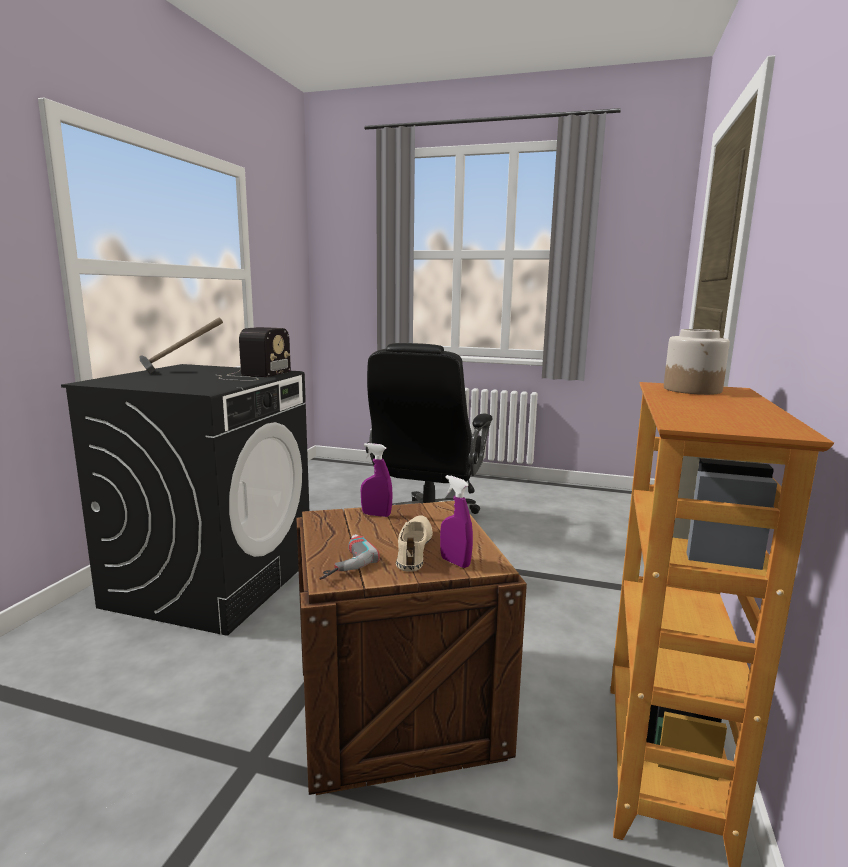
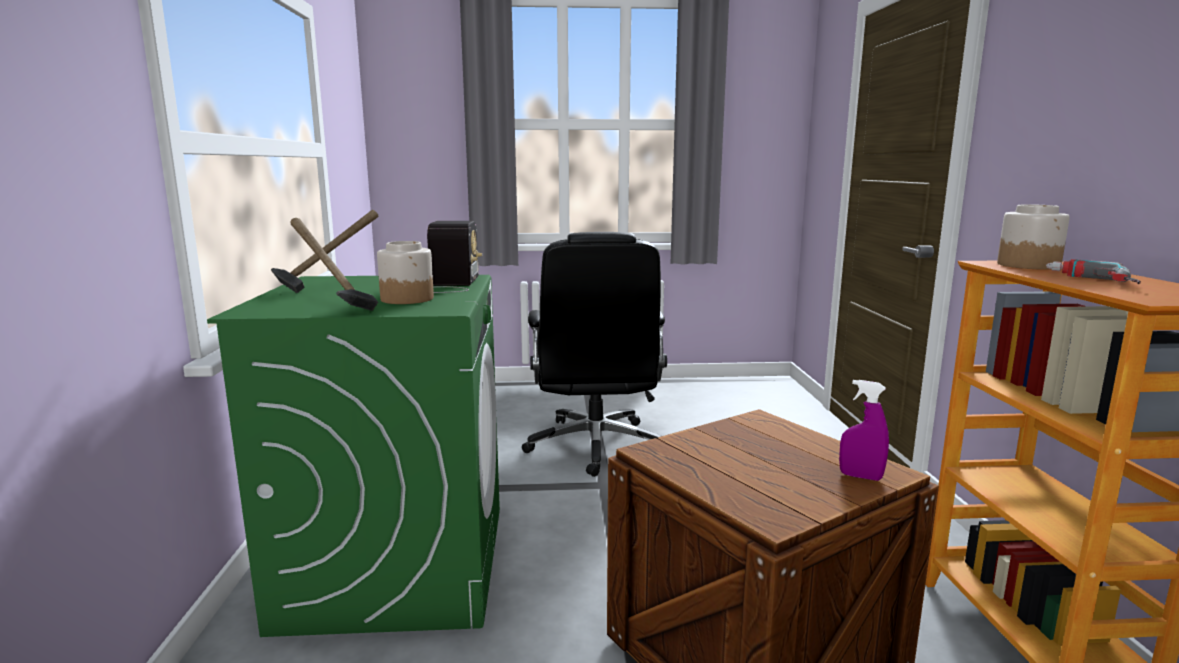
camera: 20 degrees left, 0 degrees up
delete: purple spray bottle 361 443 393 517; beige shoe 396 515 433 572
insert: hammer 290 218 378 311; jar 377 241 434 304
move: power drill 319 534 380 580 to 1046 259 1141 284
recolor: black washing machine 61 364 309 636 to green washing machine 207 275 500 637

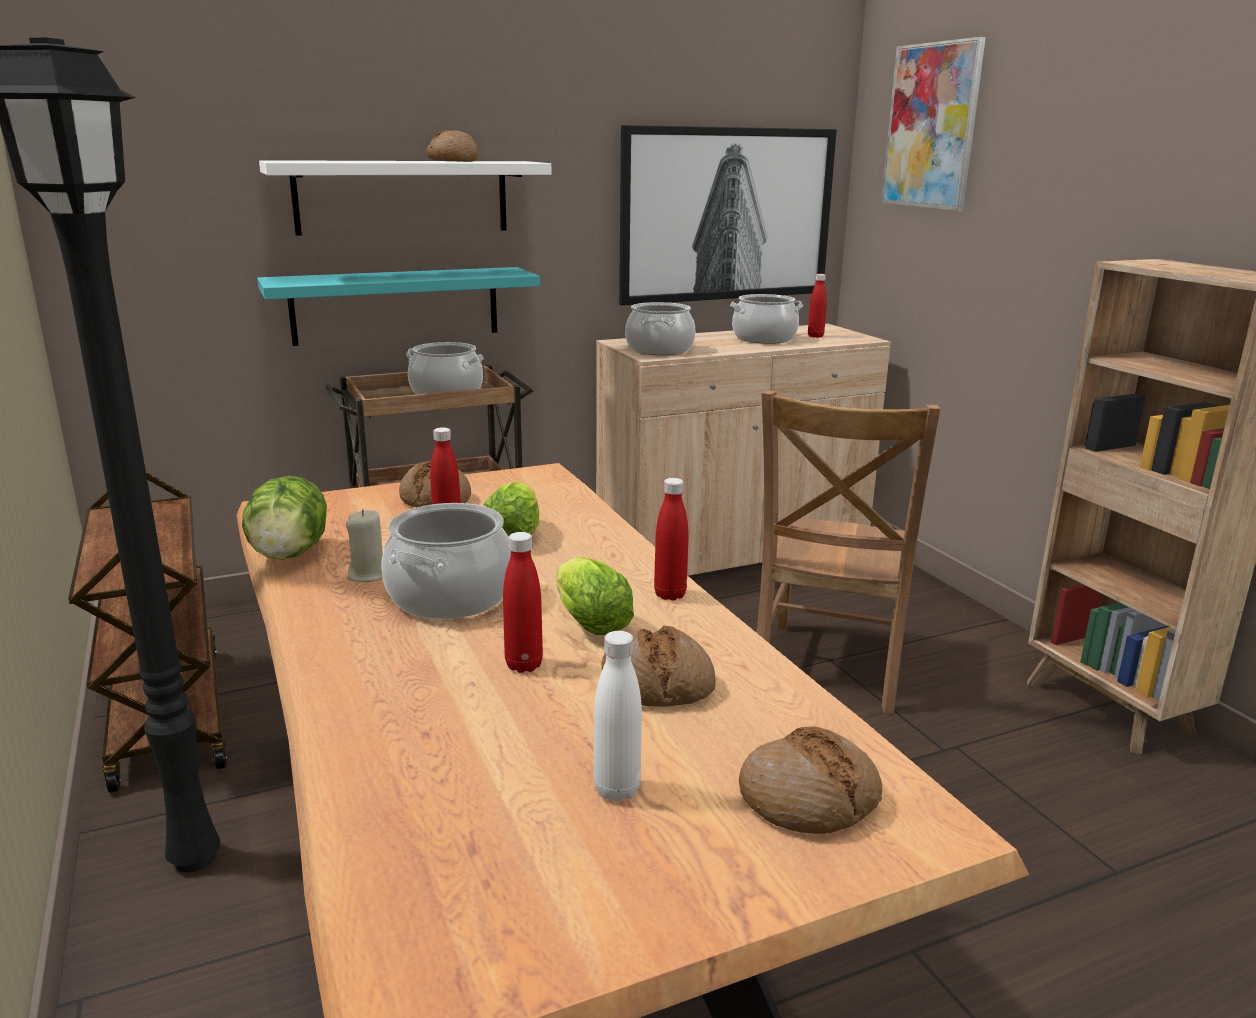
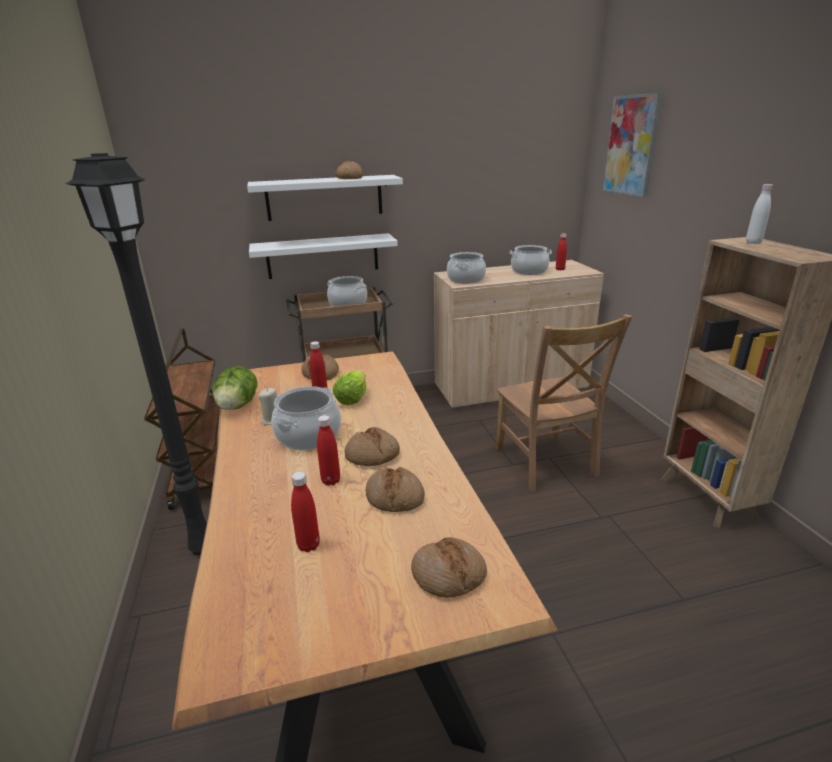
camera: 10 degrees right, 5 degrees up
delete: picture 619 125 837 305
move: white bottle 594 631 642 802 to 746 184 773 244; red bottle 654 478 688 601 to 291 471 320 552
replace: lettuce 556 557 634 635 to bread 344 427 400 466
recolor: turquoise shelf 257 267 540 346 to white shelf 249 233 398 279
rotate: brown chair 757 390 940 714 = 496 314 633 492 45 degrees counterclockwise

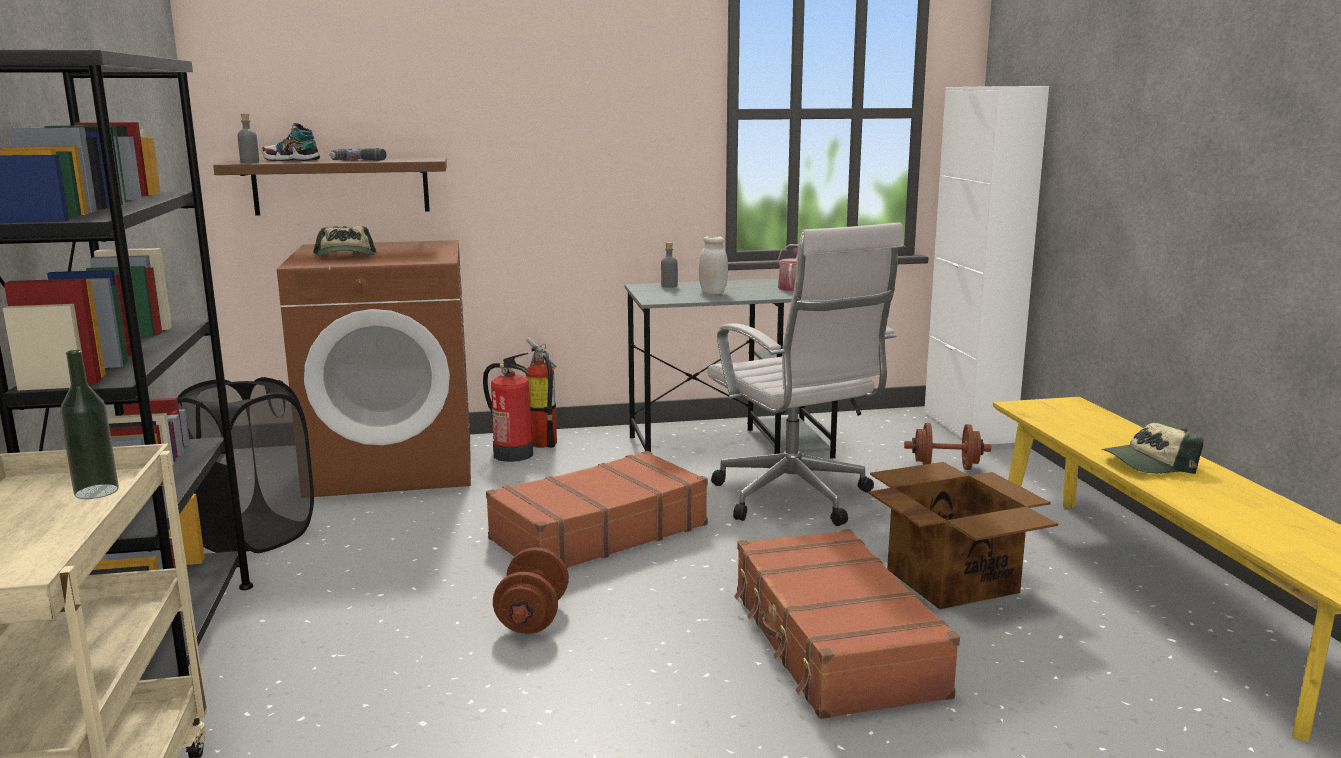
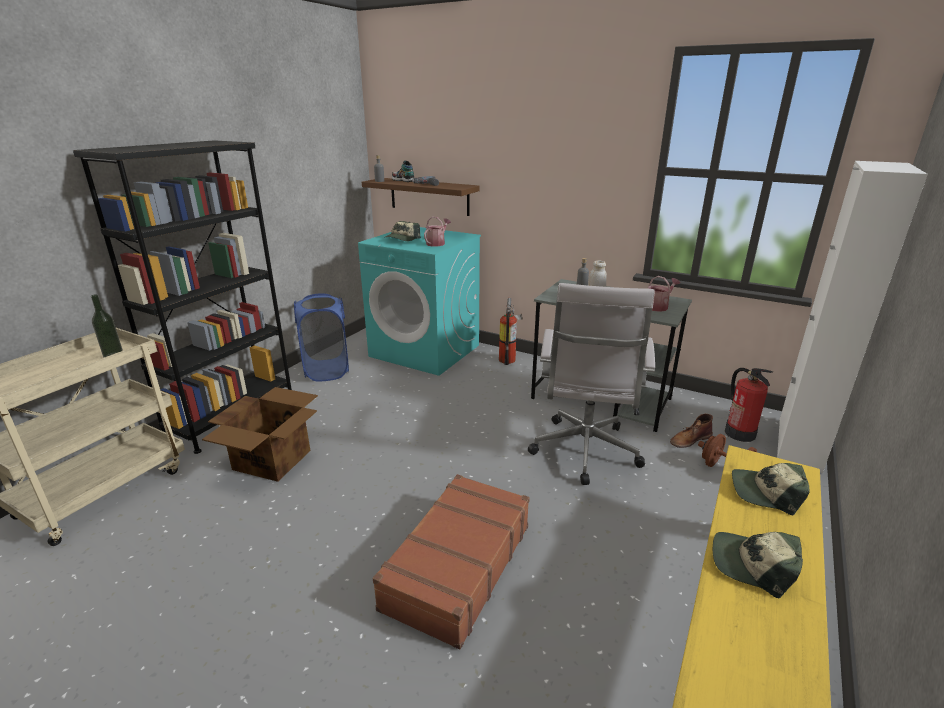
camera: 40 degrees right, 10 degrees up
delete: brown suitcase 486 451 708 568; brown dumbbell 493 547 569 634
insert: watering can 424 216 451 247; brown boot 670 414 713 448; cap 732 463 810 515
move: fire extinguisher 483 353 533 462 to 724 368 773 442; cardboard box 868 462 1058 609 to 202 387 318 482
recolor: black laundry basket 177 377 314 553 to blue laundry basket 294 293 349 381; brown washing machine 277 240 471 497 to turquoise washing machine 358 227 481 376

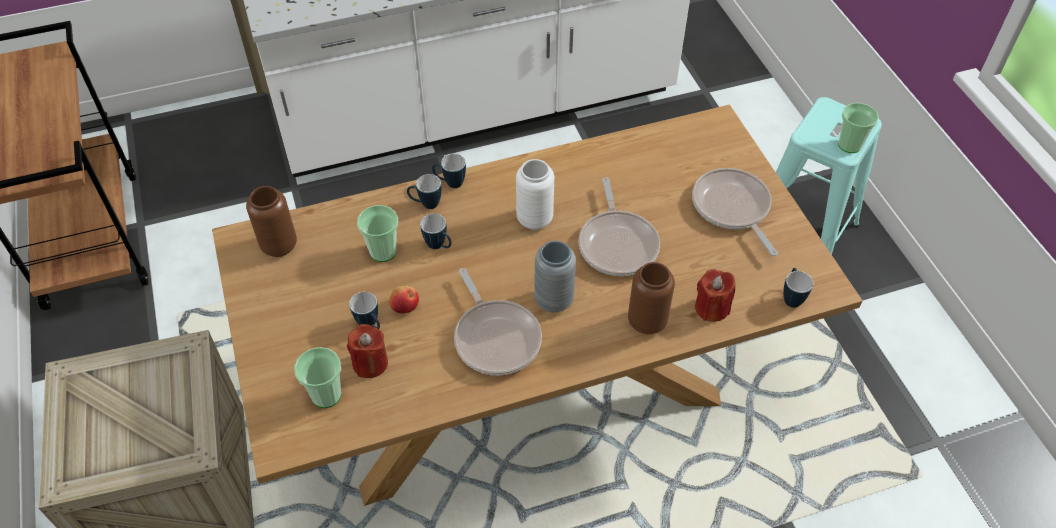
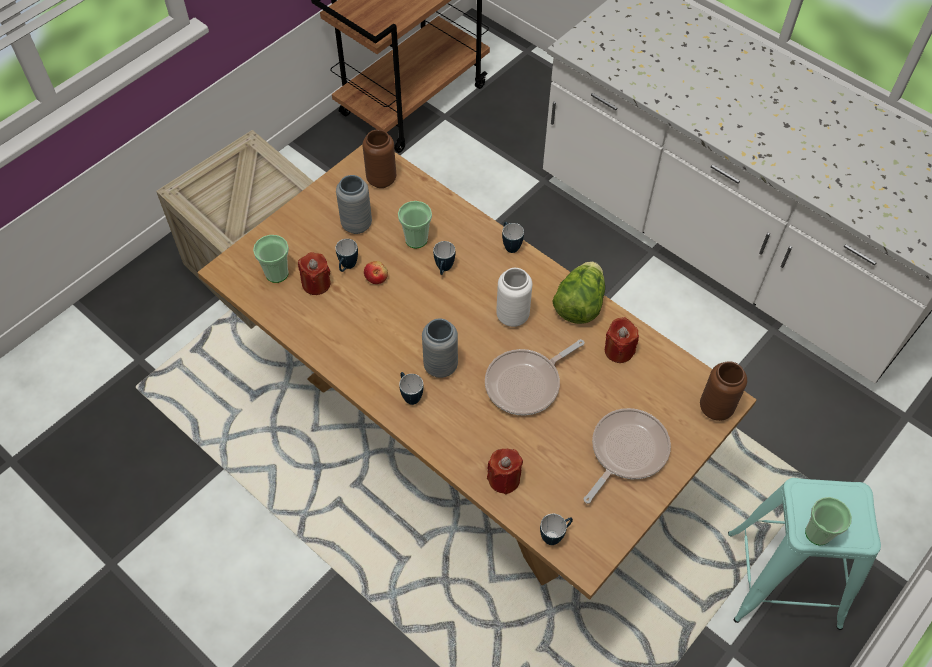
camera: 60 degrees right, 5 degrees up
delete: frying pan 454 268 542 375
insert: grey vase 336 175 372 234; lettuce 552 261 605 324; red candle 605 317 639 363
move: mug 407 174 442 209 to 399 372 424 405; brown vase 628 262 675 334 to 700 361 747 421

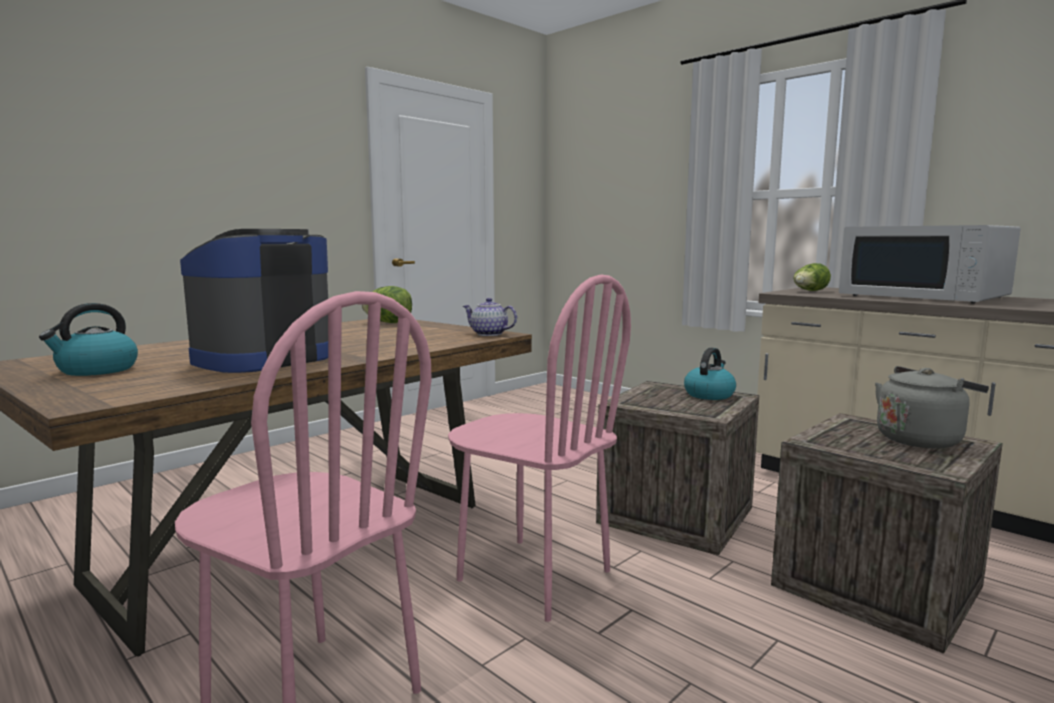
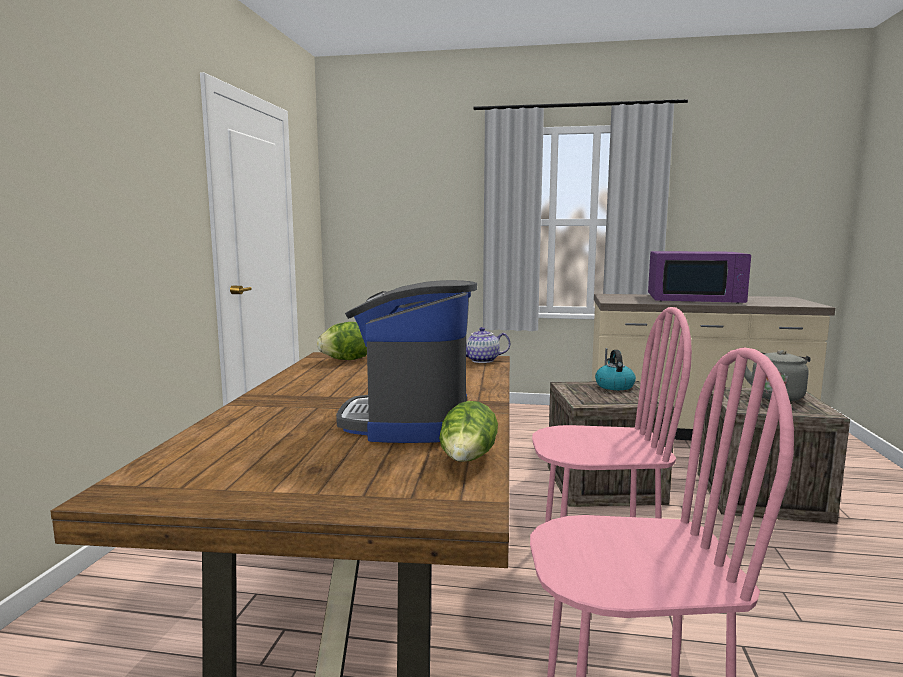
camera: 35 degrees left, 0 degrees up
delete: kettle 39 303 138 376
move: lettuce 793 263 831 291 to 439 401 498 462
recolor: white microwave 839 225 1021 304 to purple microwave 648 251 751 304

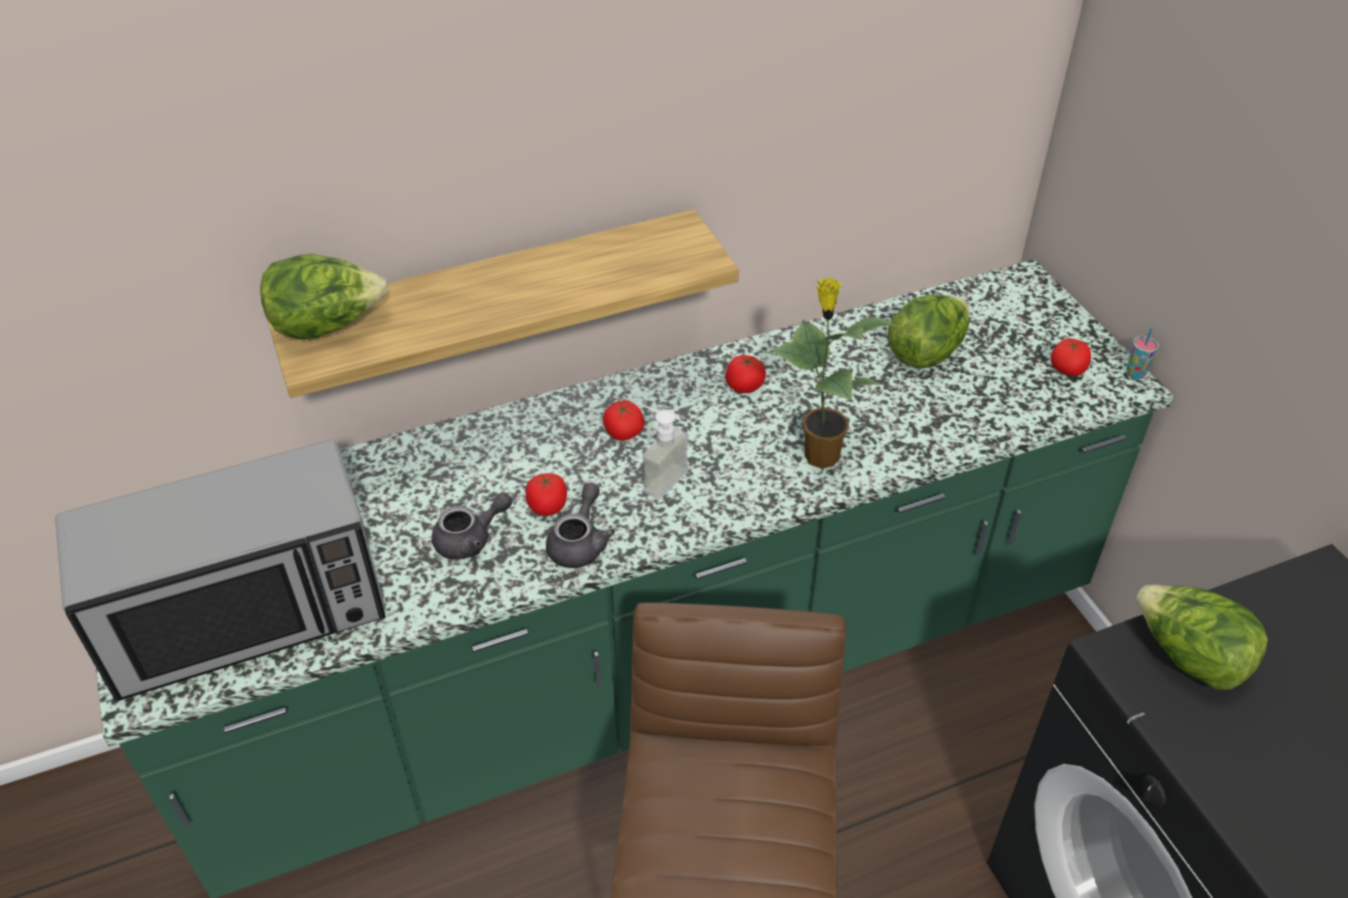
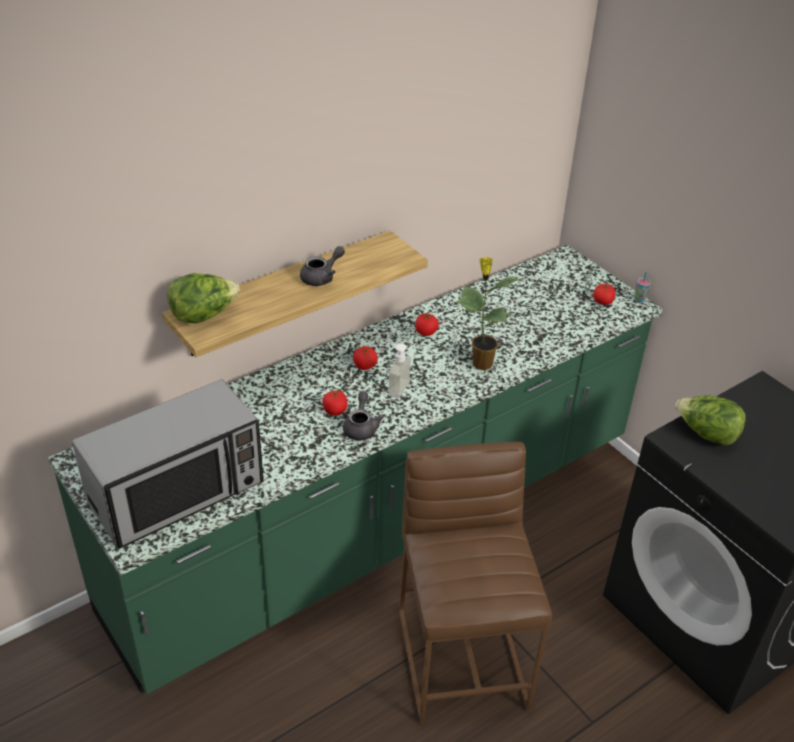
camera: 15 degrees left, 5 degrees down
delete: lettuce 888 295 970 368
move: grey teapot 432 492 513 560 to 300 246 345 286

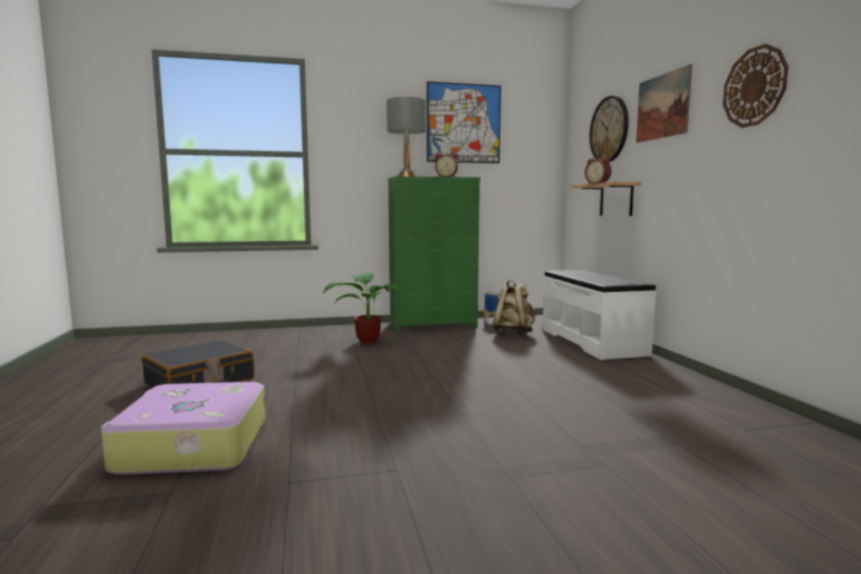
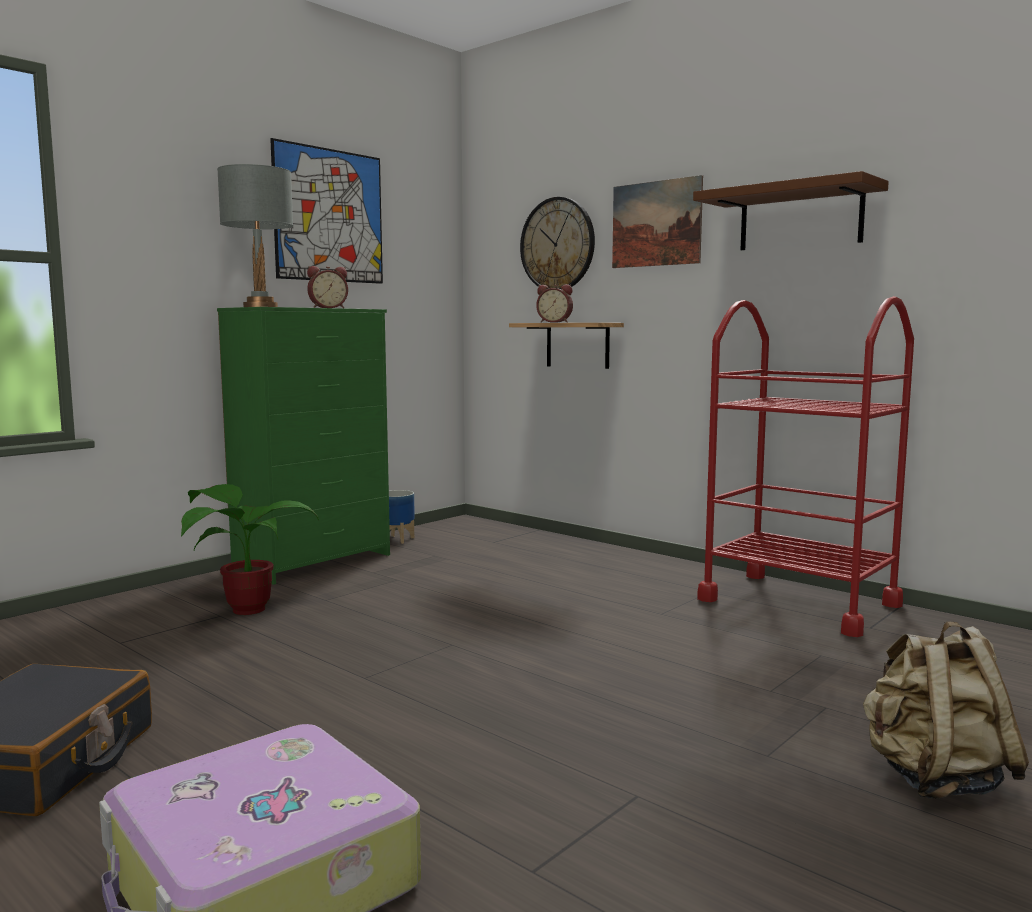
camera: 35 degrees left, 0 degrees up
delete: white bench 543 270 656 360
insert: red cart 697 296 914 637
move: beige backpack 493 280 536 334 to 863 621 1029 799
replace: wall clock 723 44 788 128 to brown shelf 693 171 889 250

